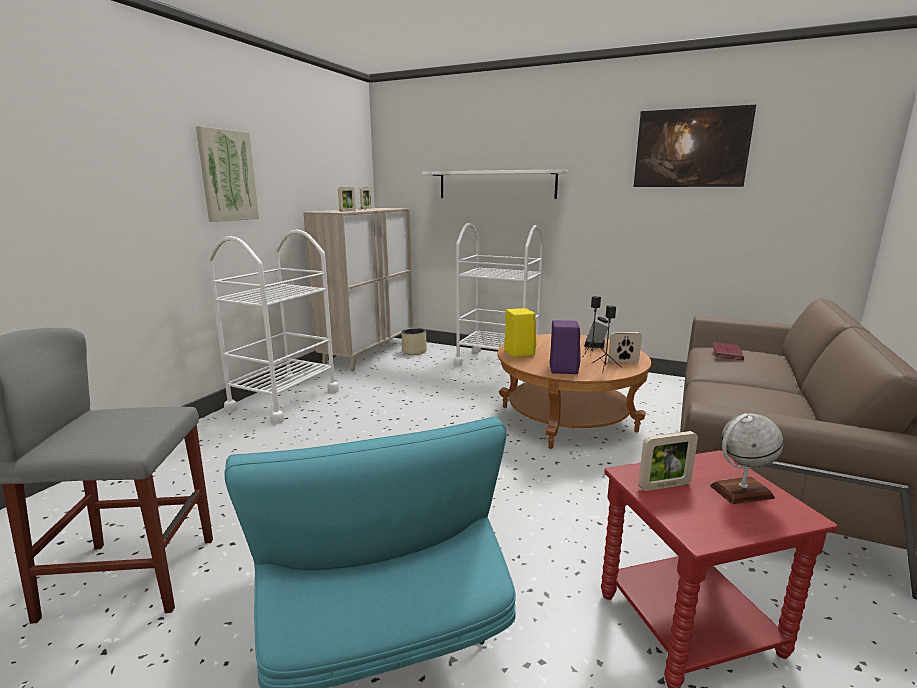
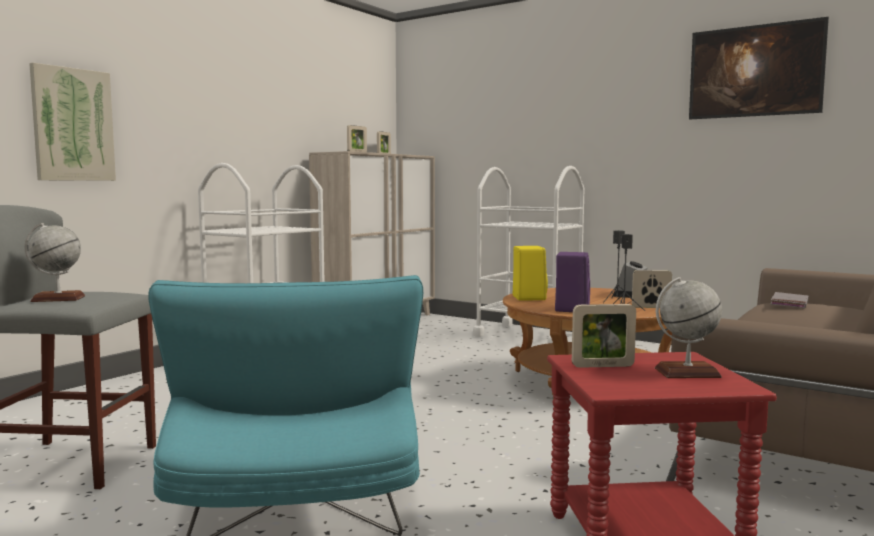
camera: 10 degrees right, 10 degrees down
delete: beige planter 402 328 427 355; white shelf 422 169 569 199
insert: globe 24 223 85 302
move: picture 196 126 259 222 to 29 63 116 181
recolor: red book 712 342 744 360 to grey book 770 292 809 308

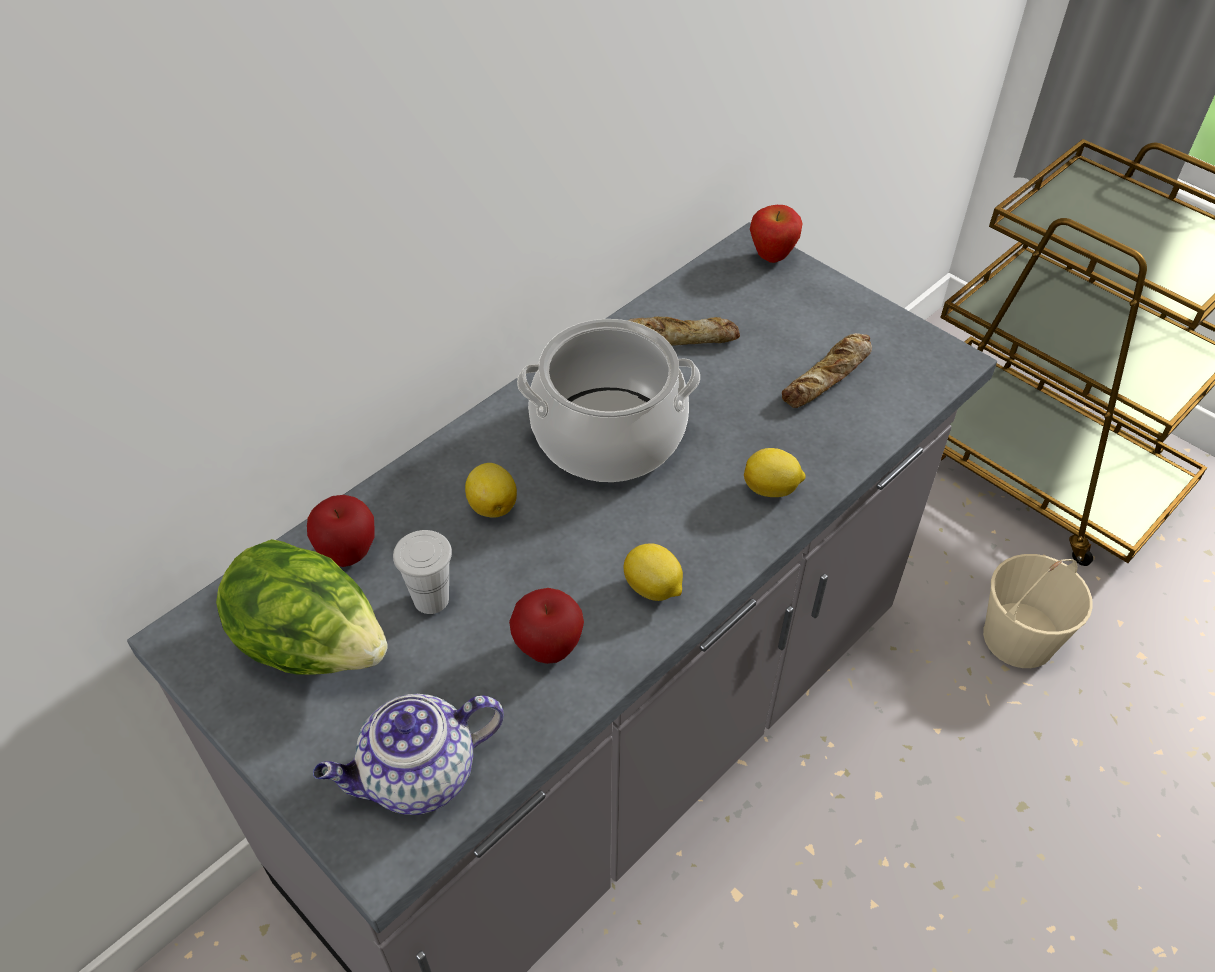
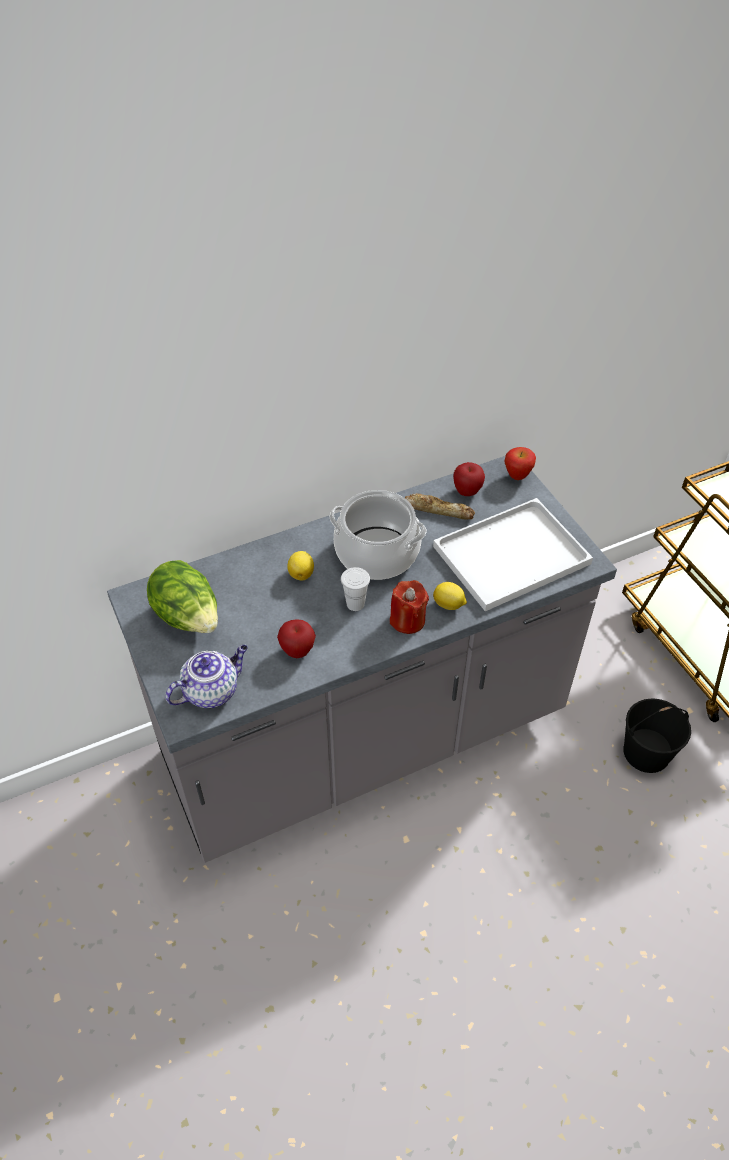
camera: 20 degrees right, 0 degrees up
delete: lemon 624 543 683 601
insert: red candle 390 580 429 634
move: apple 307 495 375 567 to 453 462 485 496; white cup 393 530 452 614 to 341 567 370 611
replace: bread 782 333 872 408 to white tray 433 498 593 611
recolor: beige bucket 983 554 1093 668 to black bucket 623 699 691 773
rotate: teapot 313 694 504 815 = 165 645 248 708 150 degrees clockwise

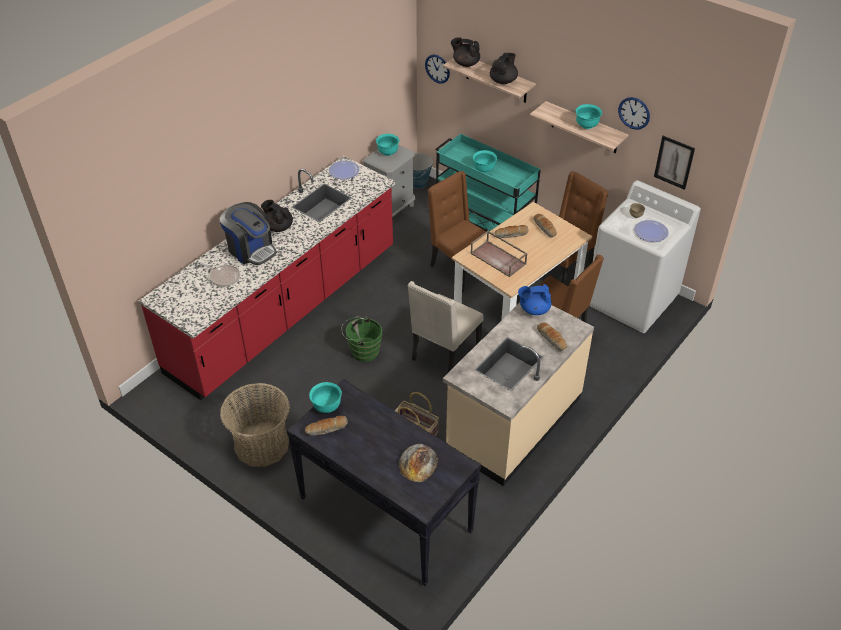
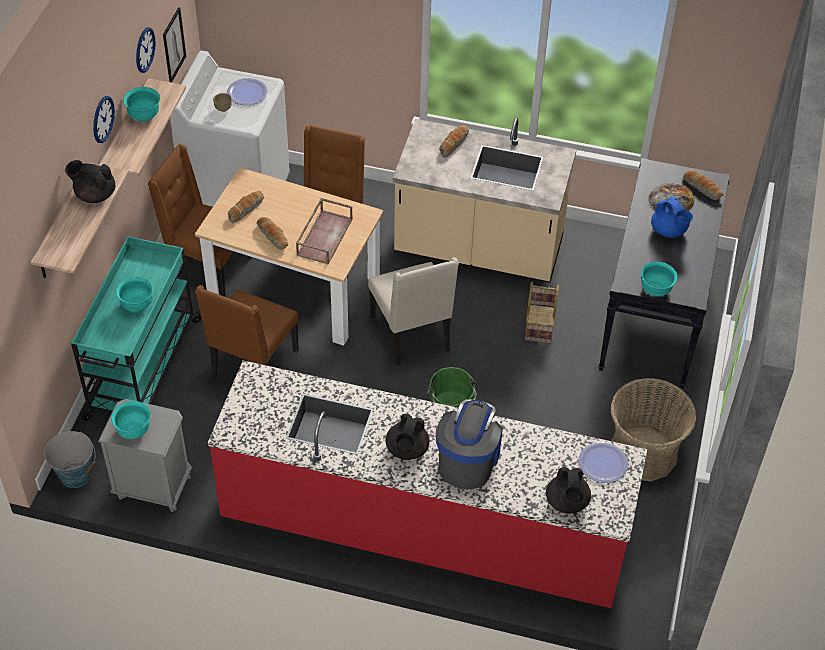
camera: 115 degrees left, 5 degrees up
delete: frying pan 201 263 240 287
move: bread 305 416 348 436 to 683 170 723 200; plate 329 161 360 179 to 579 442 628 483; wall clock 425 55 450 84 to 93 96 115 143; black teapot 451 37 480 67 to 546 467 591 514; blue teapot 518 284 551 315 to 651 198 693 238
rotate: beige chair 408 281 483 372 = 368 257 459 366 60 degrees clockwise

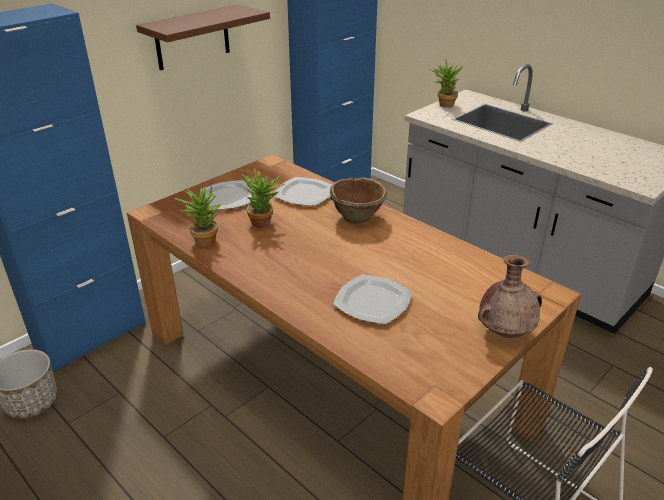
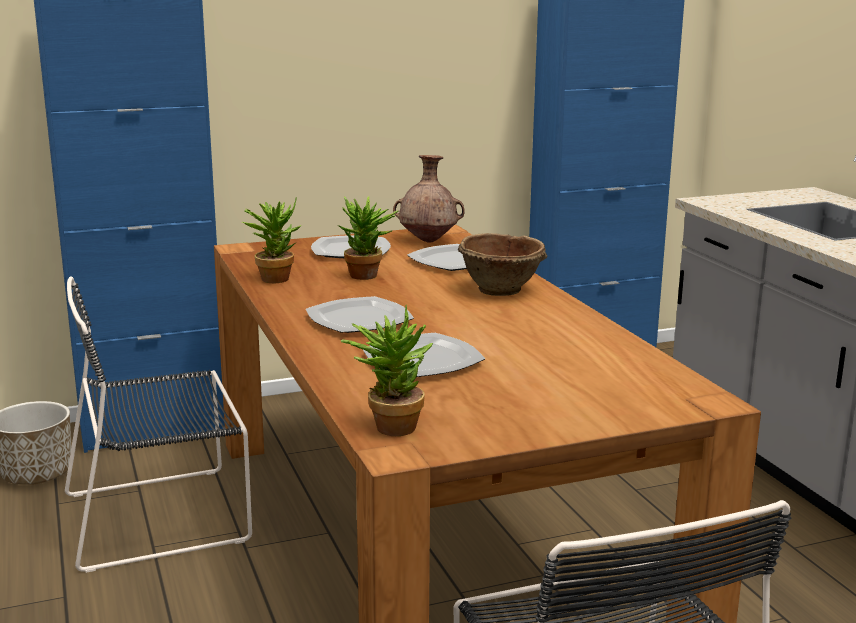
camera: 25 degrees right, 15 degrees down
delete: brown shelf 136 4 270 70
insert: black chair 65 276 252 573; plate 306 296 414 333
move: potted plant 429 60 463 108 to 341 305 433 436; brown vase 478 254 542 338 to 393 155 465 243

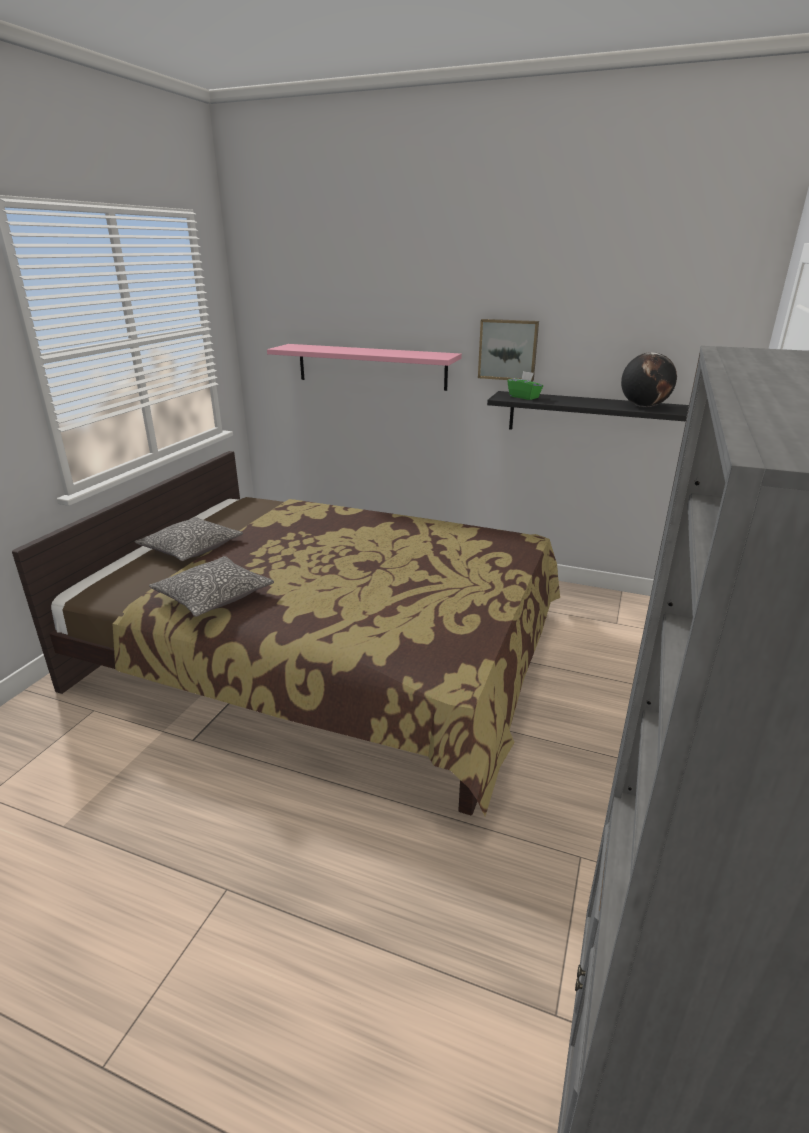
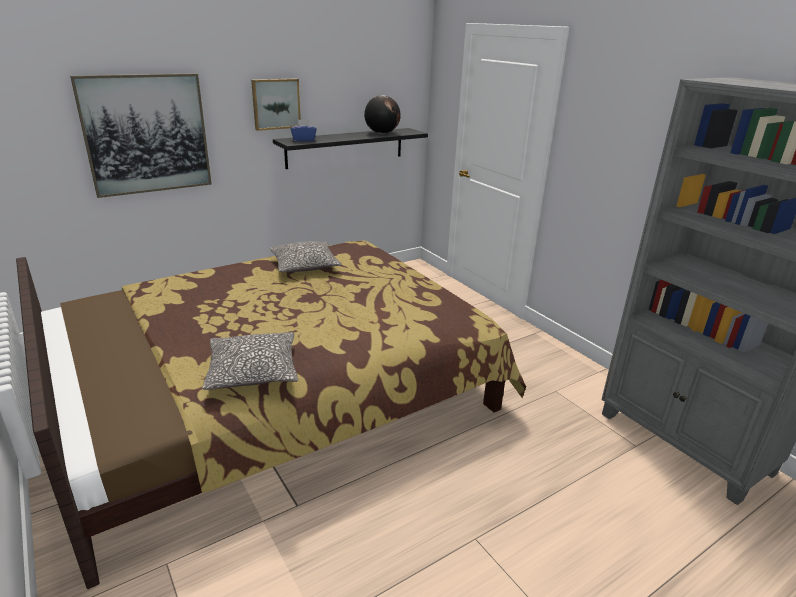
camera: 55 degrees left, 0 degrees up
move: pillow 135 517 243 561 to 270 241 342 272
replace: pink shelf 267 344 462 391 to picture 70 73 212 198
recolor: green tissue box 507 371 543 400 to blue tissue box 291 120 317 141

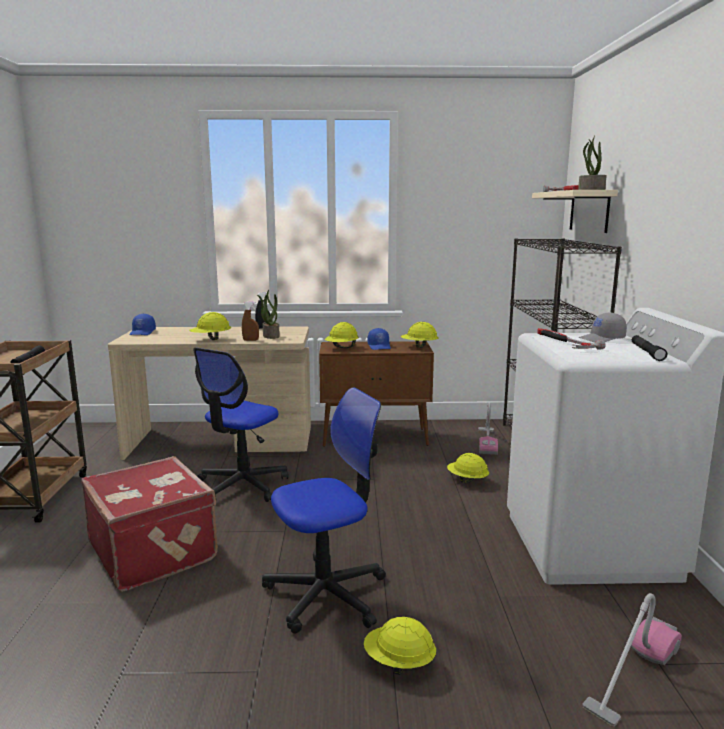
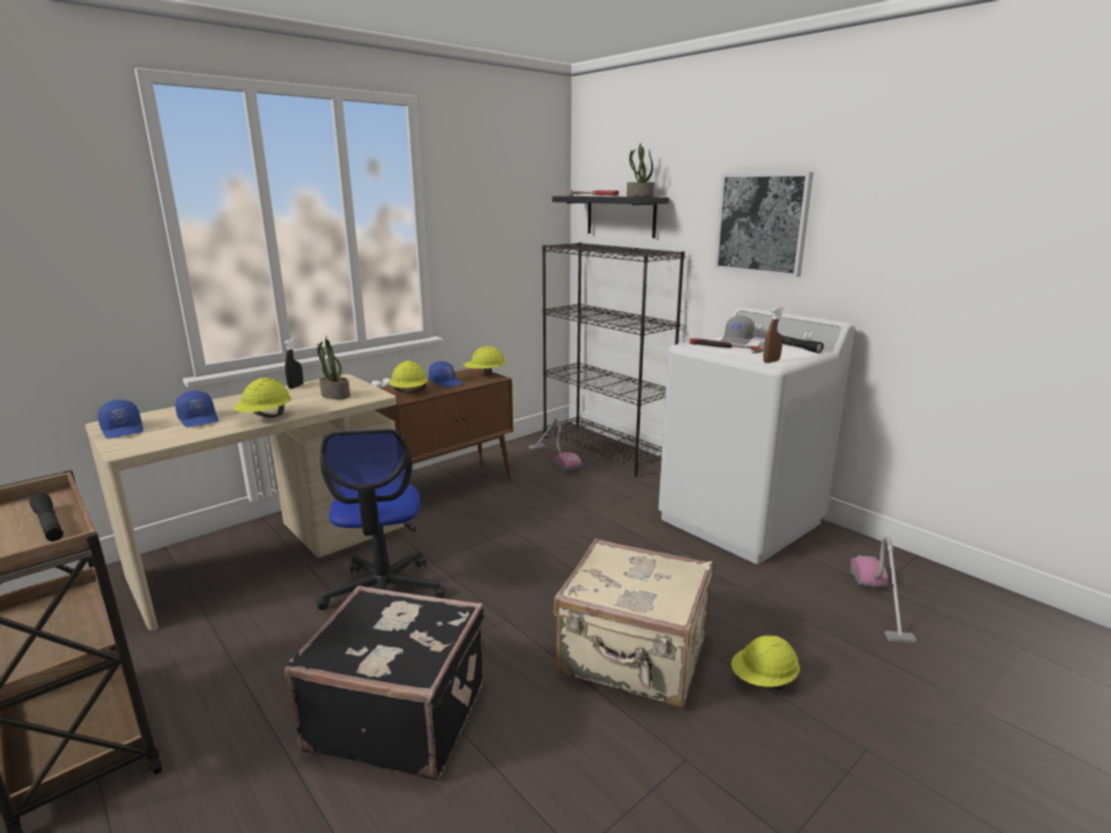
camera: 40 degrees left, 5 degrees up
delete: yellow hard hat 447 453 489 484
insert: blue cap 176 391 219 427; picture 714 172 813 277
move: brown spray bottle 242 301 259 341 to 763 307 784 363
replace: office chair 262 387 386 634 to beige suitcase 553 539 712 708
recolor: red suitcase 81 456 218 592 to black suitcase 284 585 485 779; beige shelf 532 190 618 233 to black shelf 552 196 669 238

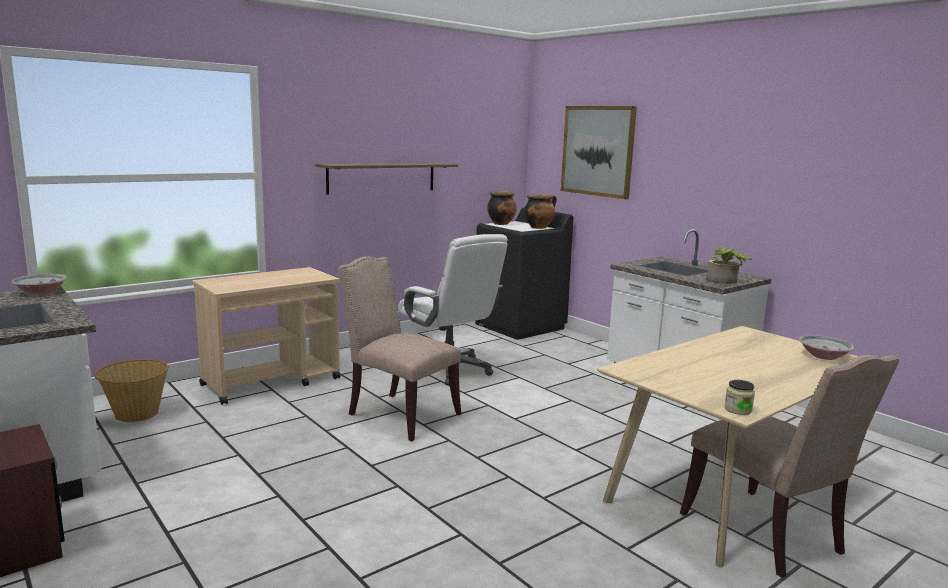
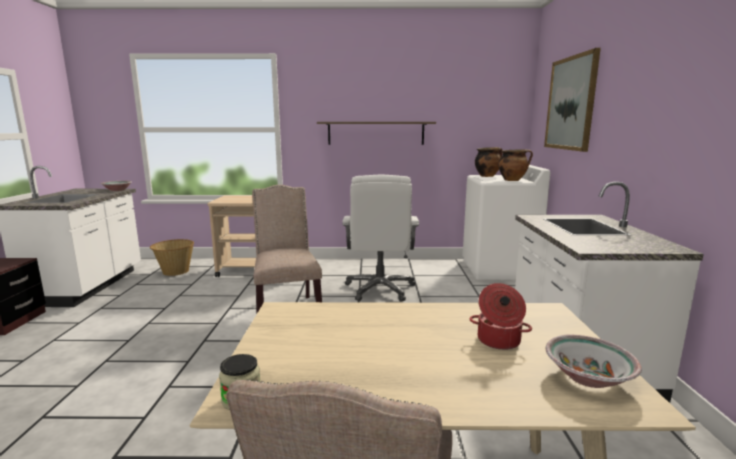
camera: 40 degrees right, 0 degrees up
delete: potted plant 706 247 752 284
insert: cooking pot 470 283 532 350
recolor: black washing machine 475 207 574 340 to white washing machine 463 165 550 280

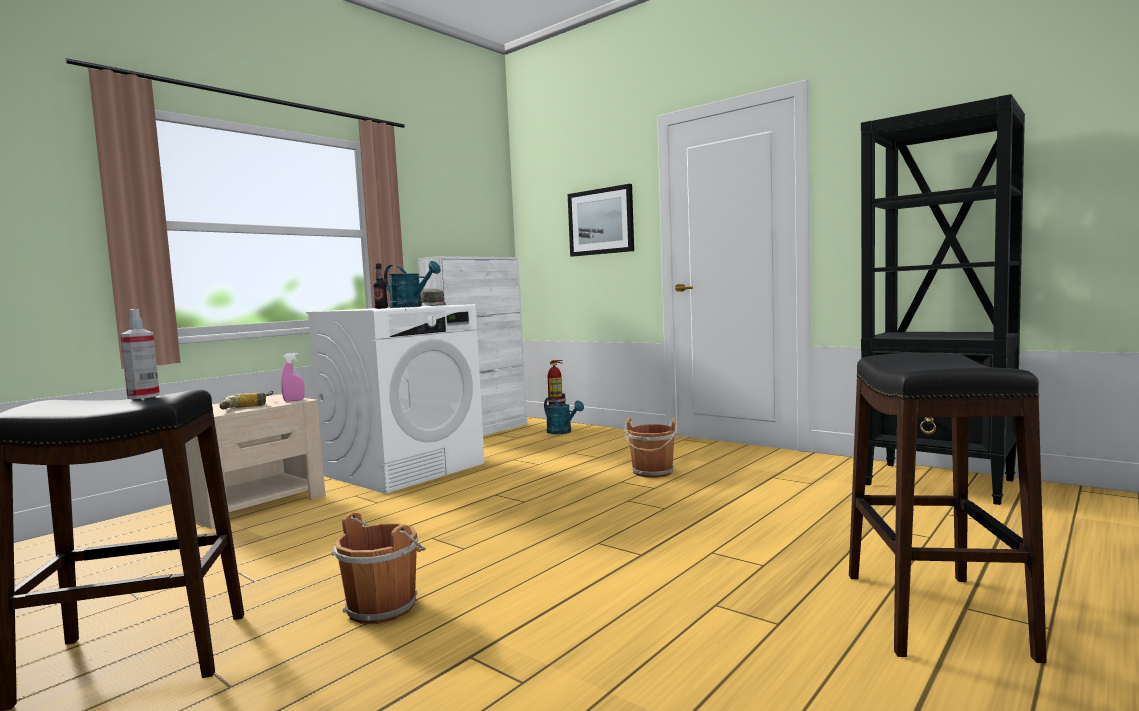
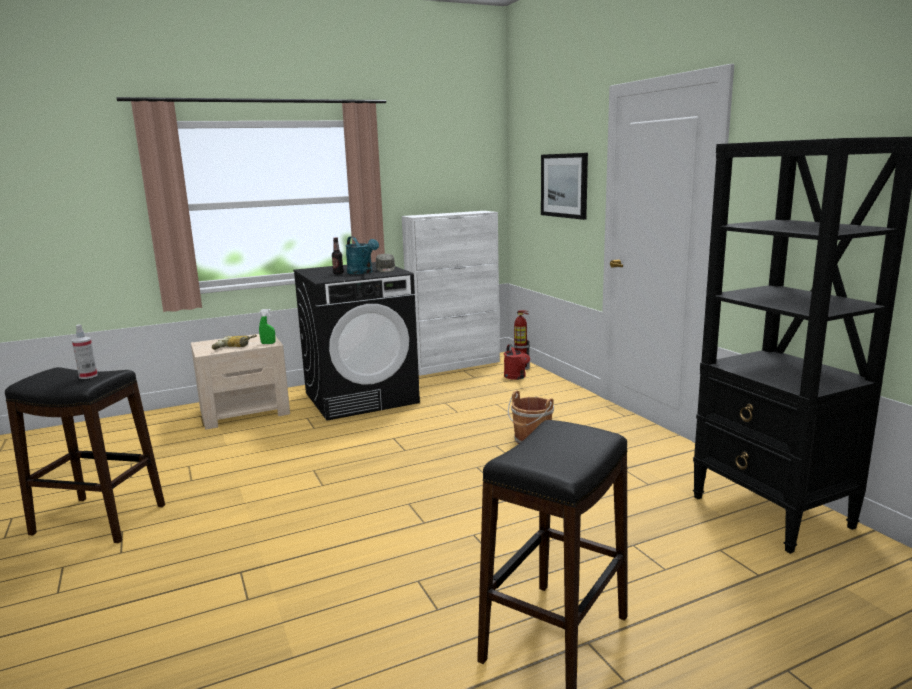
camera: 25 degrees right, 10 degrees up
delete: brown bucket 331 512 426 624
recolor: pink spray bottle 281 353 305 402 to green spray bottle 259 309 276 344; white washing machine 306 304 485 494 to black washing machine 293 262 420 421; turquoise watering can 544 397 584 434 to red watering can 504 344 530 380

